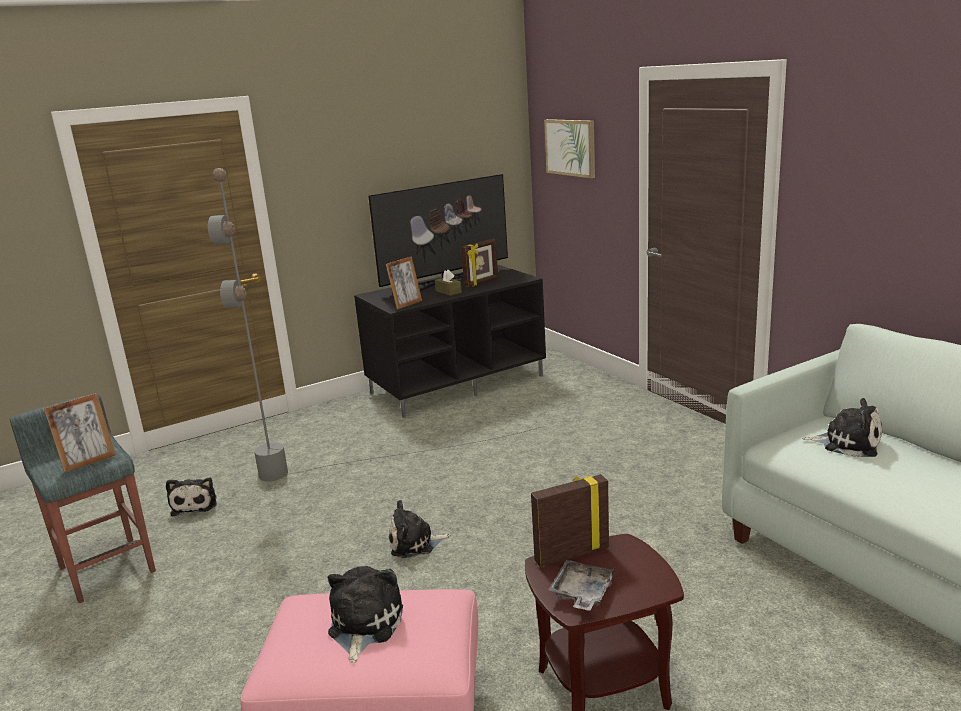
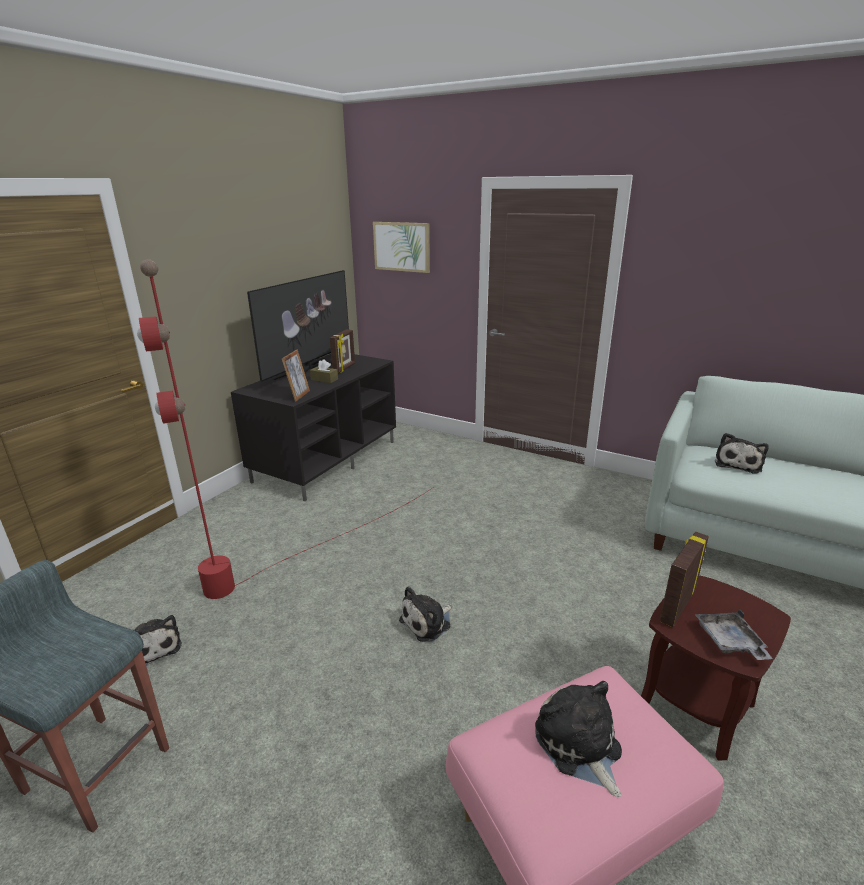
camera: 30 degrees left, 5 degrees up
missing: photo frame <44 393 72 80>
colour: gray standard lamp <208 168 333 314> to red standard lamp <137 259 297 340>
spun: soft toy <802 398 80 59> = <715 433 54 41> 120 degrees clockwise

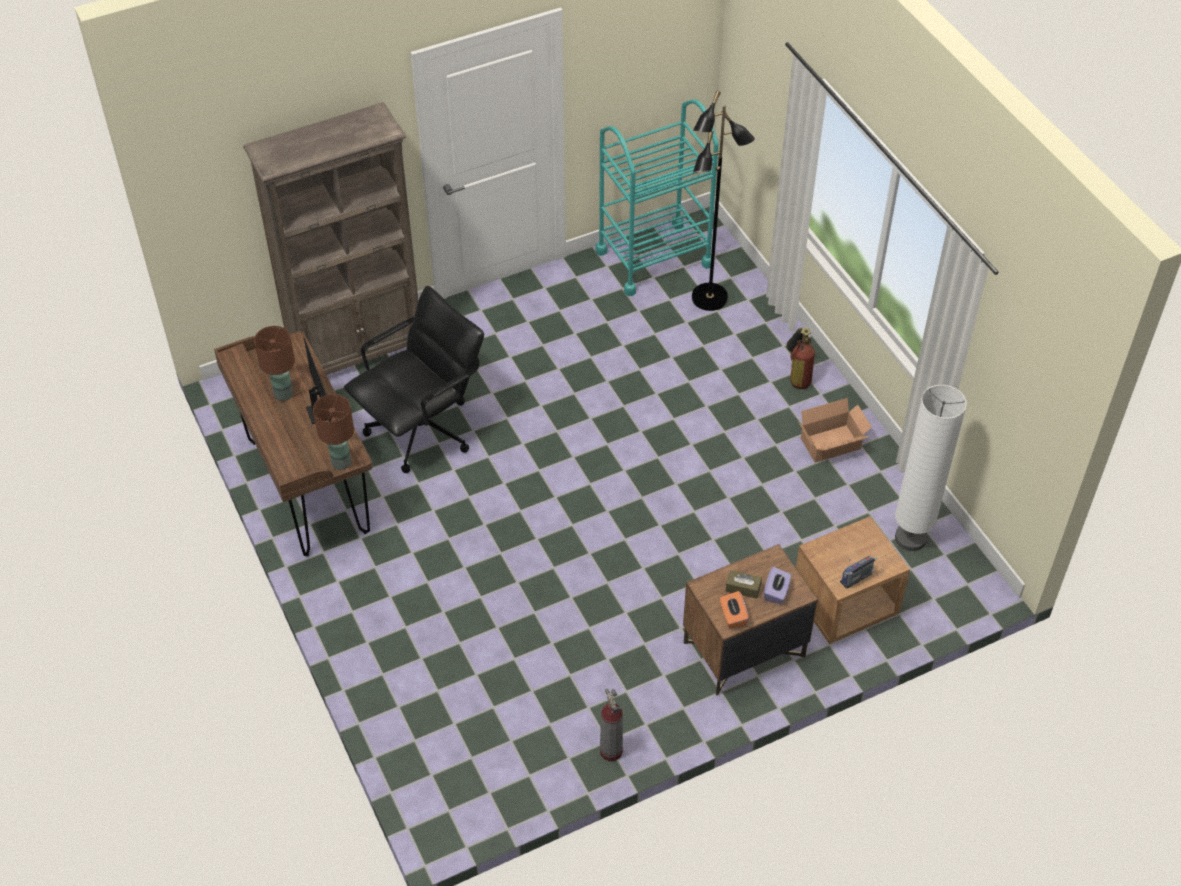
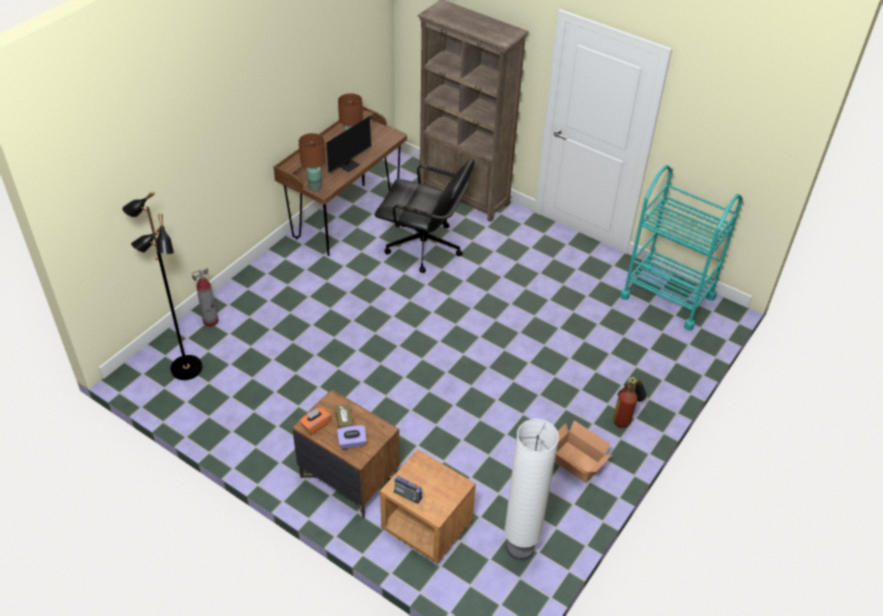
camera: 60 degrees right, 5 degrees down
relocated: fire-fighting cylinder <600 688 23 73> to <191 268 28 59>; black-coloured standard lamp <692 91 63 220> to <122 191 81 189>

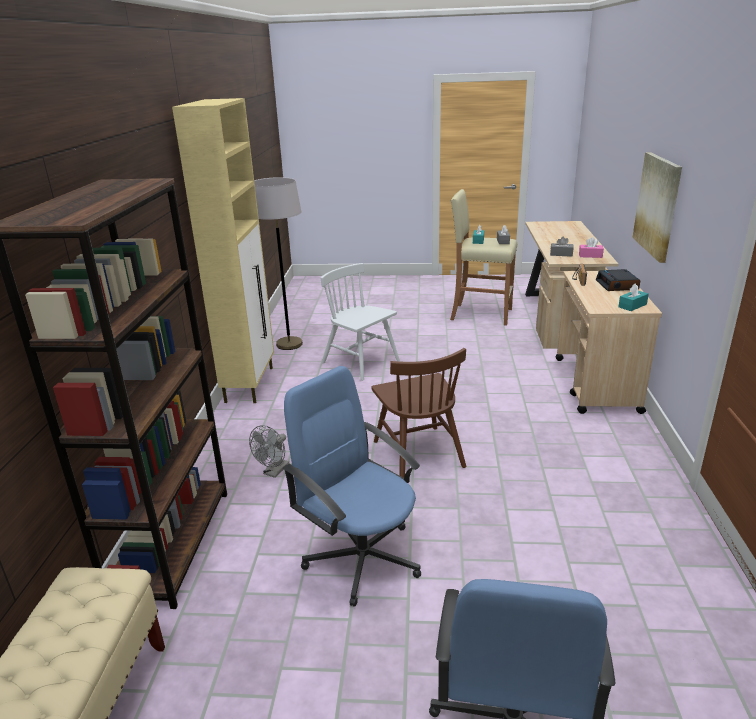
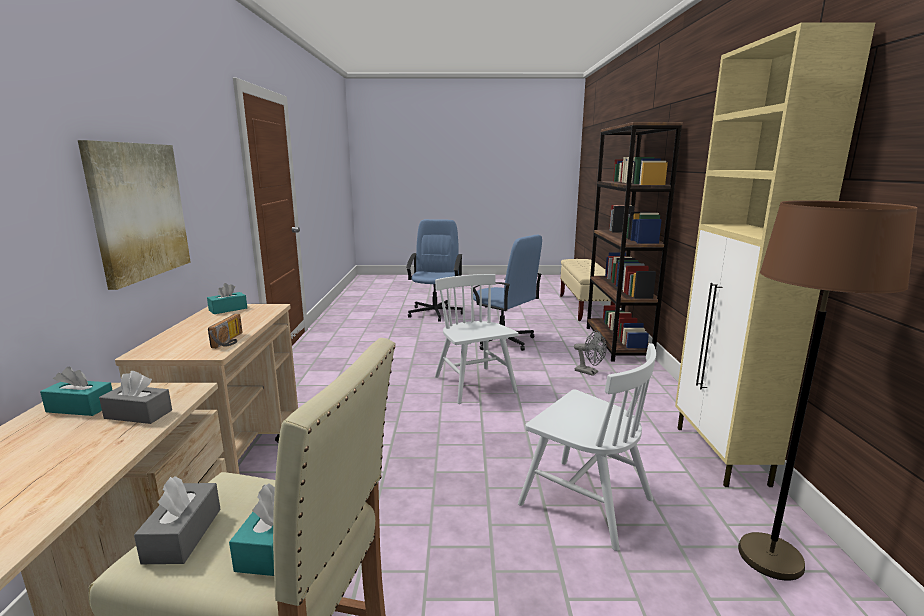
camera: 175 degrees right, 10 degrees down
missing: bedside clock <596 269 44 22>
colour: gray standard lamp <254 177 49 173> to brown standard lamp <738 200 180 381>; brown chair <372 348 94 130> to white-coloured chair <435 274 84 130>; pink-coloured box of tissues <579 237 25 21> to turquoise-coloured box of tissues <40 367 72 49>
spun: gray electric fan <249 425 40 53> = <574 330 33 46> 105 degrees clockwise

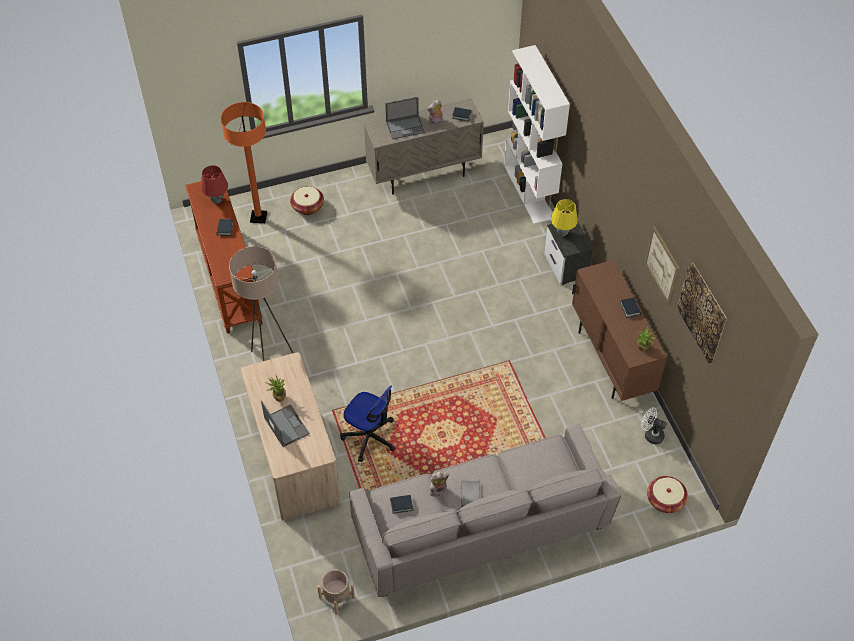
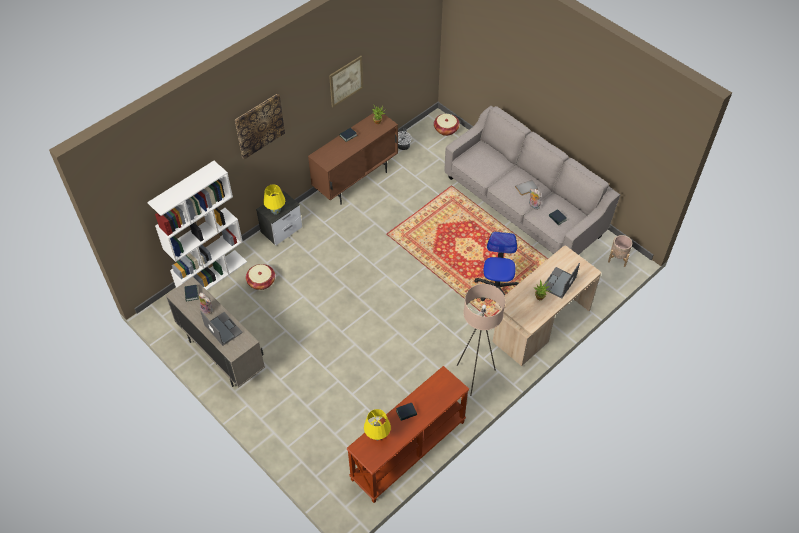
camera: 115 degrees left, 0 degrees up
missing: orange-coloured standard lamp <221 102 46 121>
relocated: household basket <290 186 34 29> to <246 264 29 26>; picture <677 262 50 101> to <235 93 50 66>
colour: red tabletop lamp <201 165 27 39> to yellow tabletop lamp <364 409 27 31>

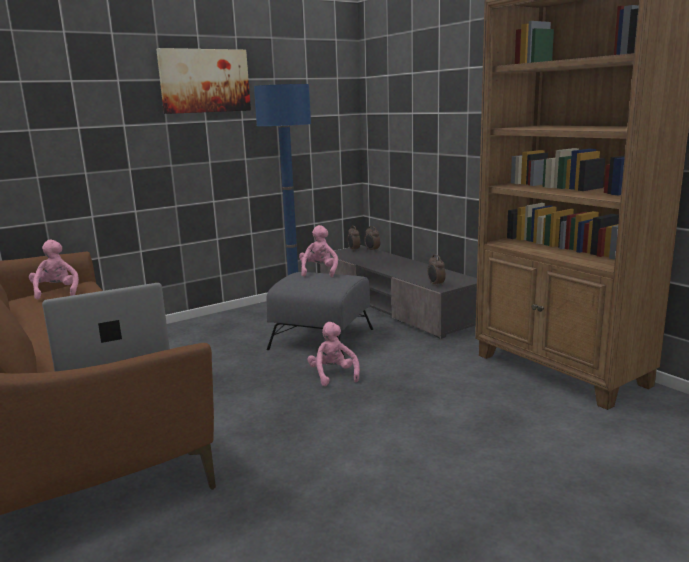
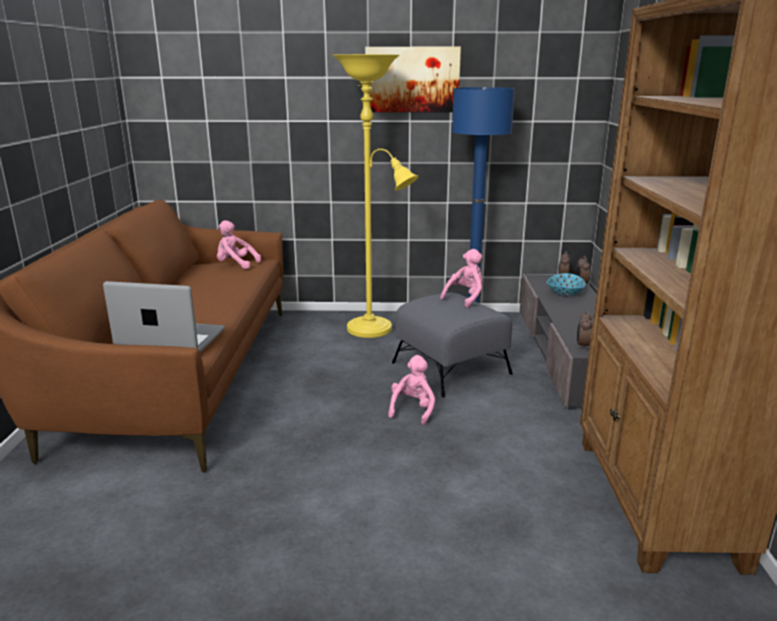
camera: 35 degrees right, 5 degrees up
appeared: yellow standard lamp <333 54 86 284>; deep dish <547 273 39 24>
spun: pink-coloured soft toy <29 240 50 60> = <217 220 44 49> 90 degrees counterclockwise

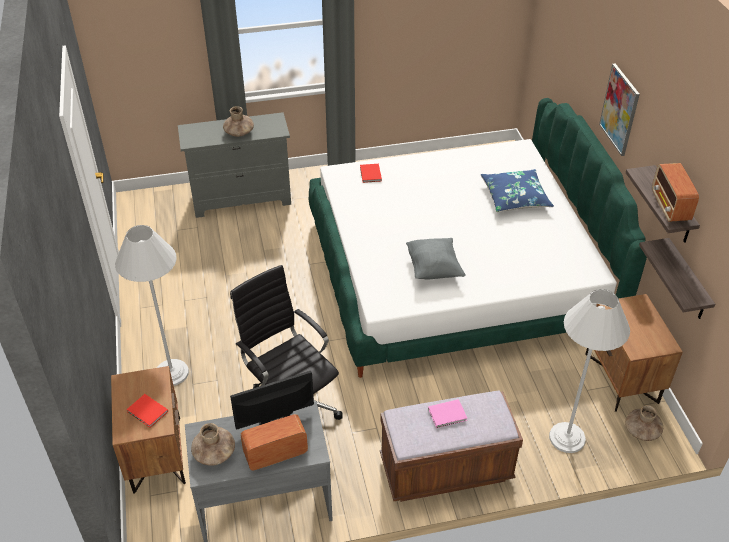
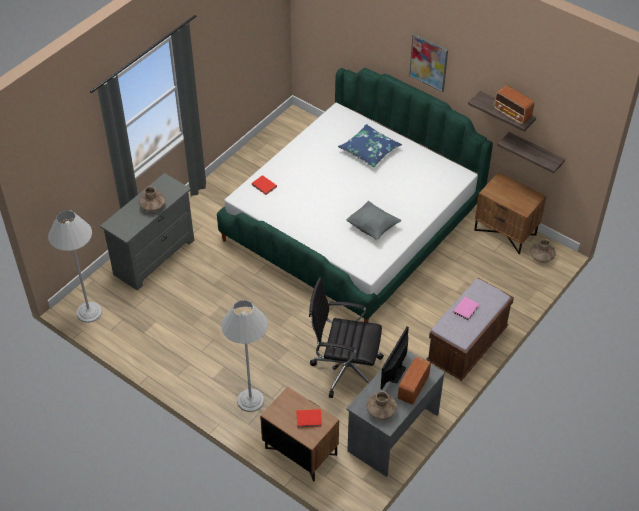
camera: 40 degrees left, 5 degrees up
relocated: white-coloured standard lamp <549 289 81 164> to <48 210 54 113>

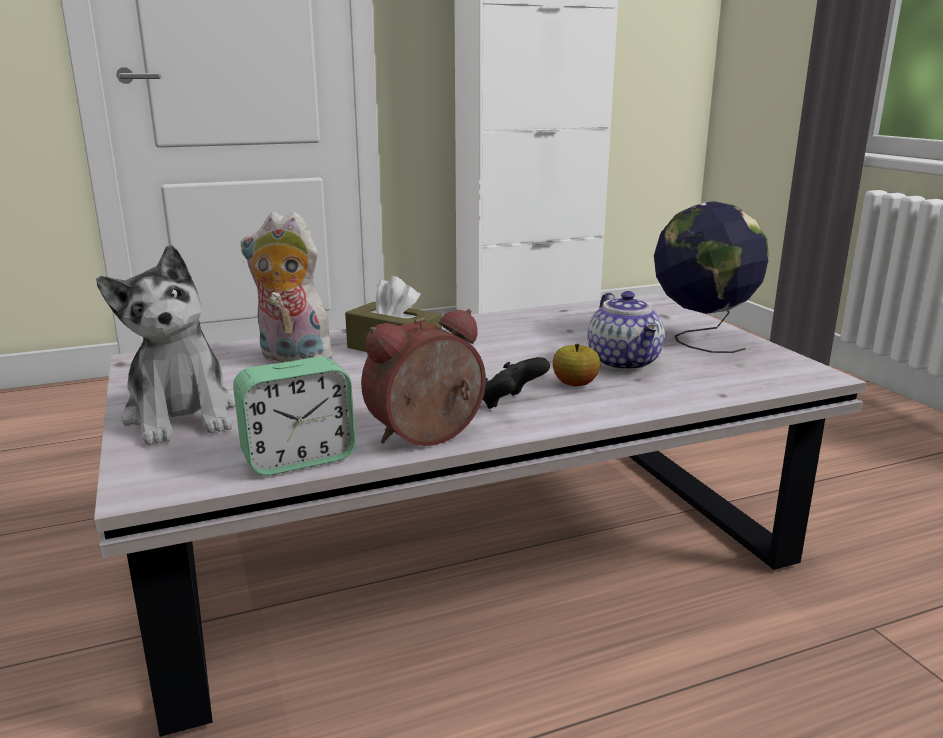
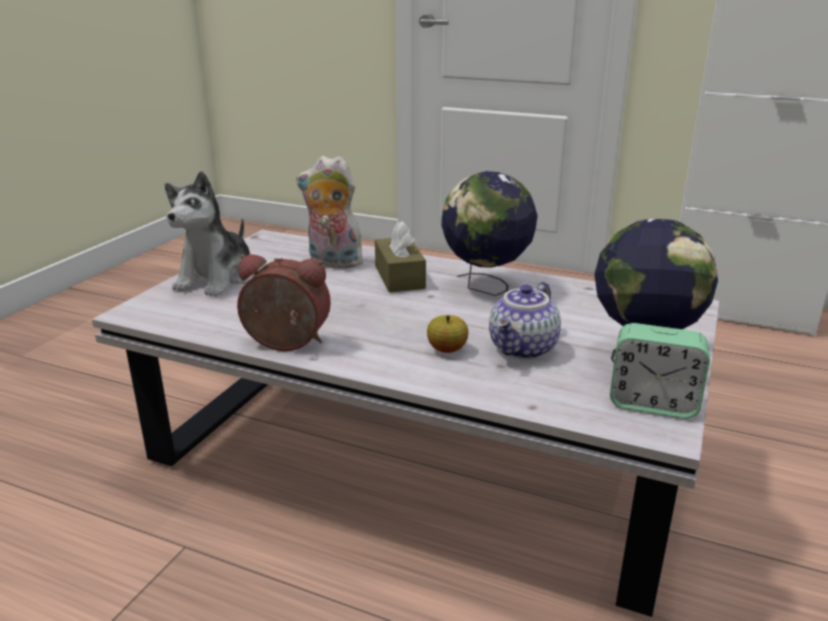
camera: 45 degrees right, 5 degrees up
missing: black-coloured gamepad <482 357 68 52>
appeared: world globe <441 171 96 125>
relocated: bedside clock <233 357 123 119> to <610 323 100 96>
spun: soft toy <241 212 97 150> = <296 156 70 112> 45 degrees counterclockwise

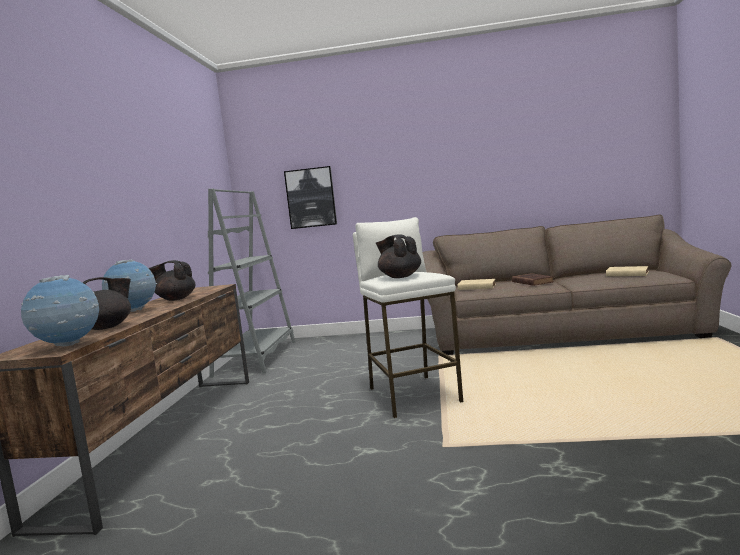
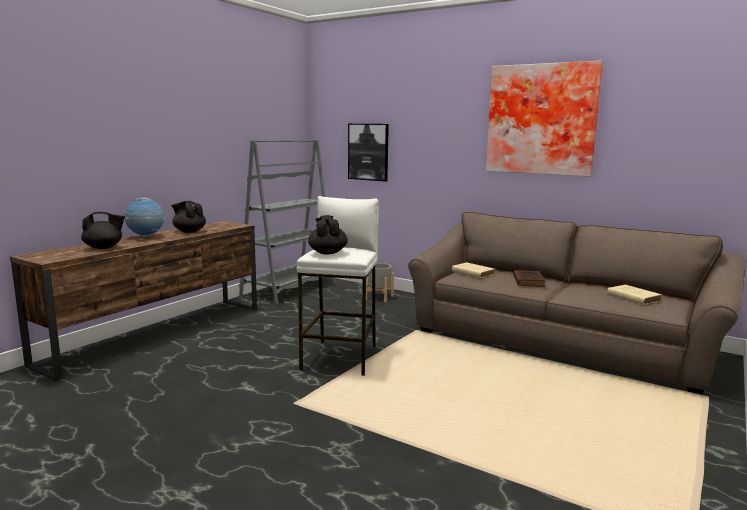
camera: 25 degrees right, 5 degrees up
missing: world globe <21 275 78 71>
appeared: gray plant pot <366 263 28 39>; picture <486 60 117 117>

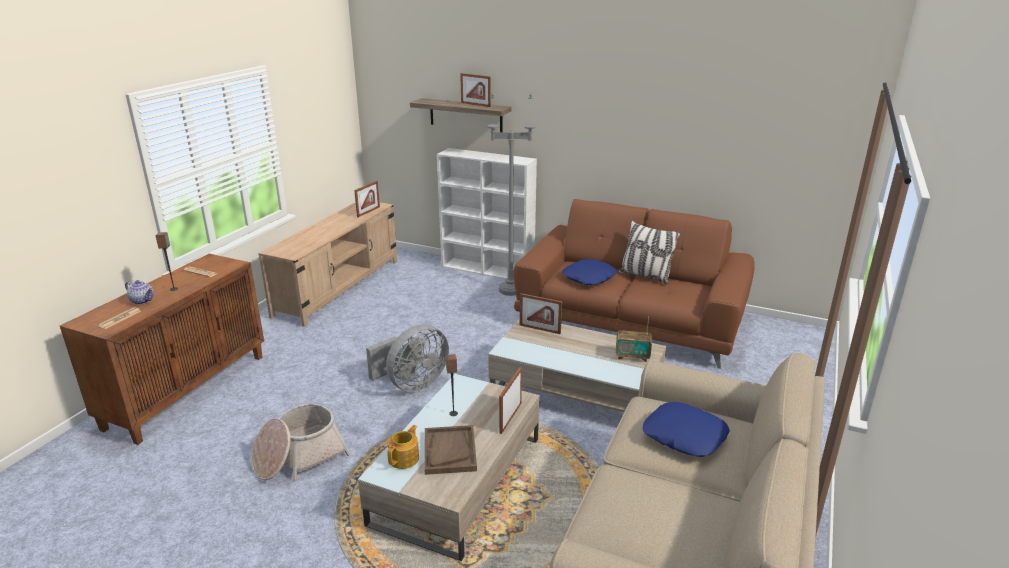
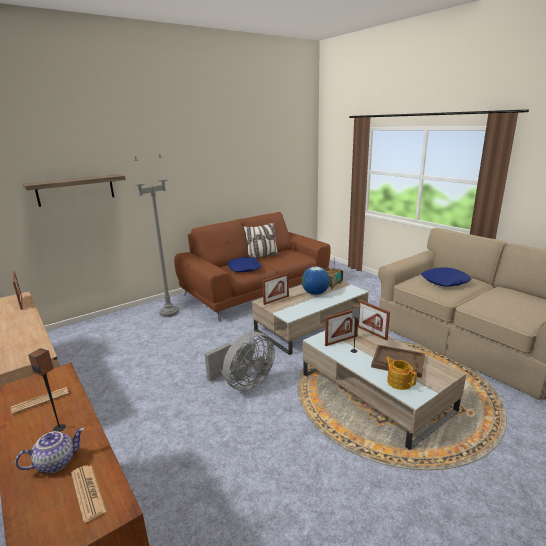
camera: 60 degrees left, 5 degrees down
missing: household basket <251 404 100 77>; white-coloured bookcase <437 148 100 131>
appeared: world globe <301 266 29 29>
relocated: photo frame <460 73 31 34> to <325 310 33 36>
spun: gray electric fan <366 324 83 68> = <204 332 71 59> 60 degrees clockwise

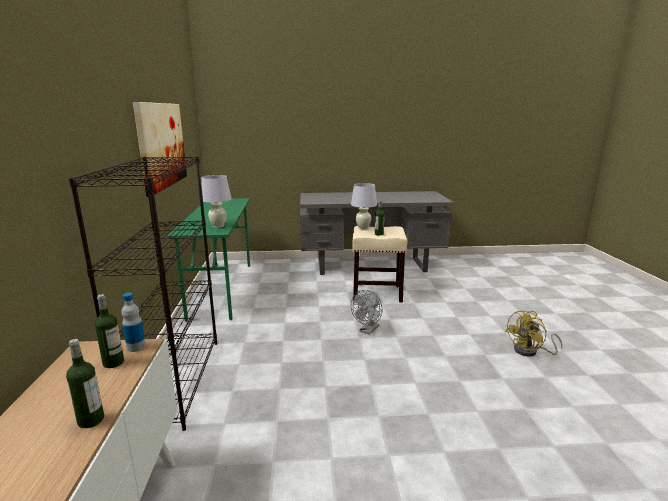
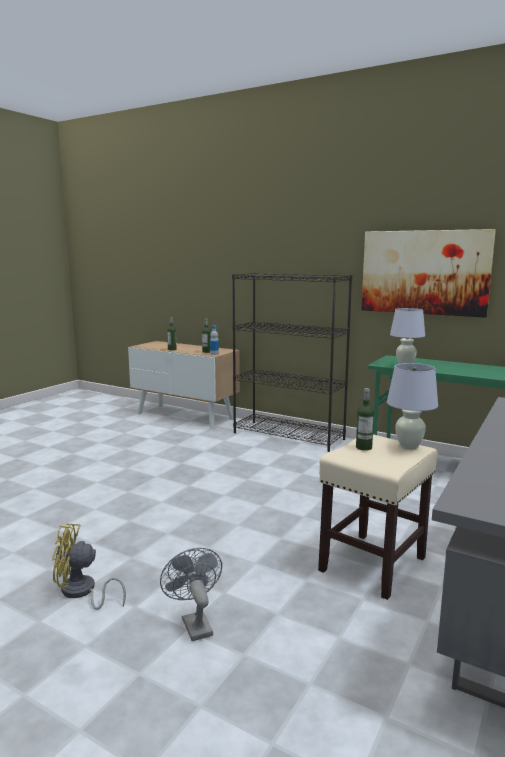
camera: 125 degrees right, 5 degrees down
relocated: gray electric fan <351 290 31 45> to <160 548 62 93>
spun: yellow electric fan <505 310 57 47> = <52 524 74 86> 90 degrees counterclockwise

